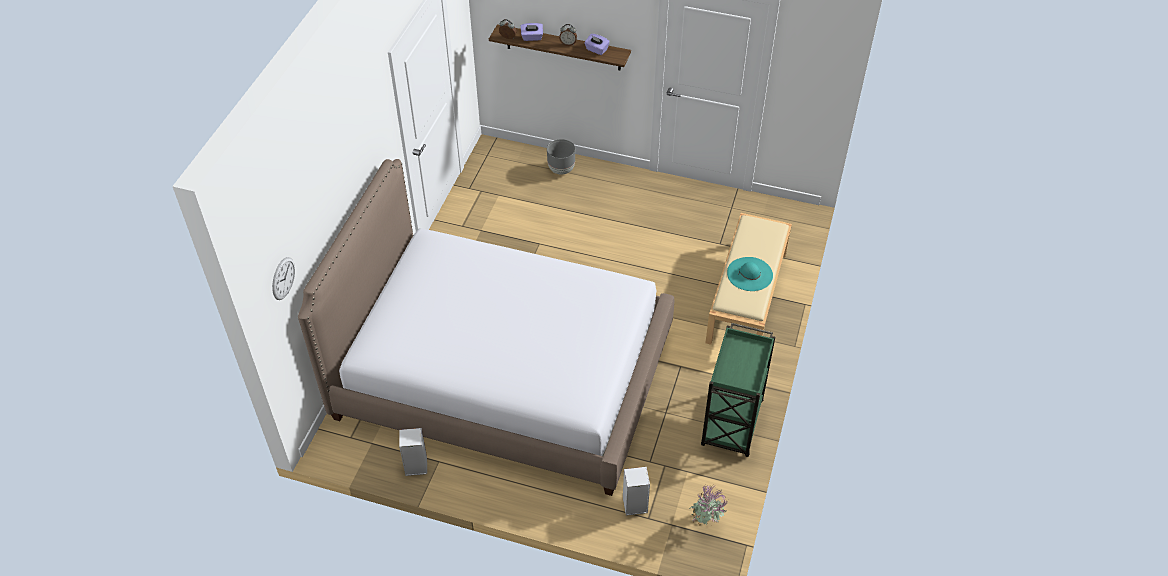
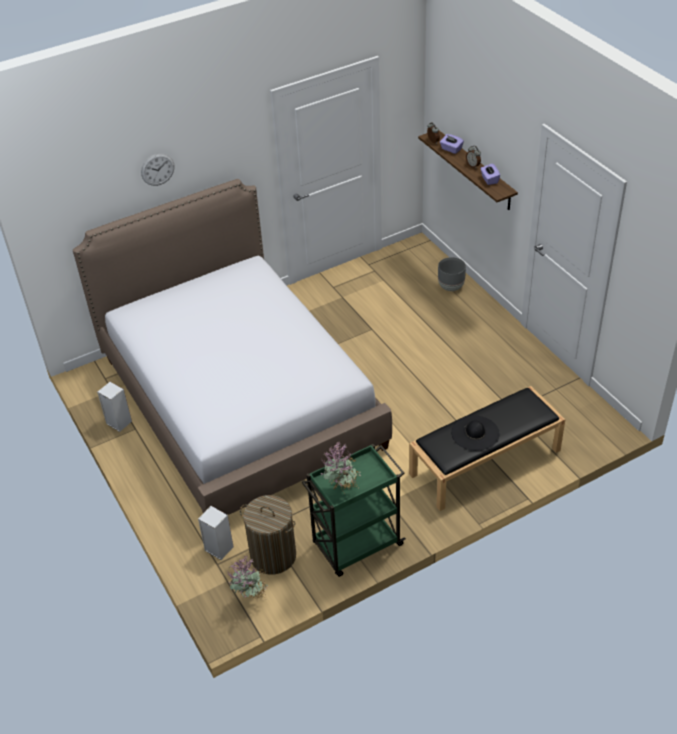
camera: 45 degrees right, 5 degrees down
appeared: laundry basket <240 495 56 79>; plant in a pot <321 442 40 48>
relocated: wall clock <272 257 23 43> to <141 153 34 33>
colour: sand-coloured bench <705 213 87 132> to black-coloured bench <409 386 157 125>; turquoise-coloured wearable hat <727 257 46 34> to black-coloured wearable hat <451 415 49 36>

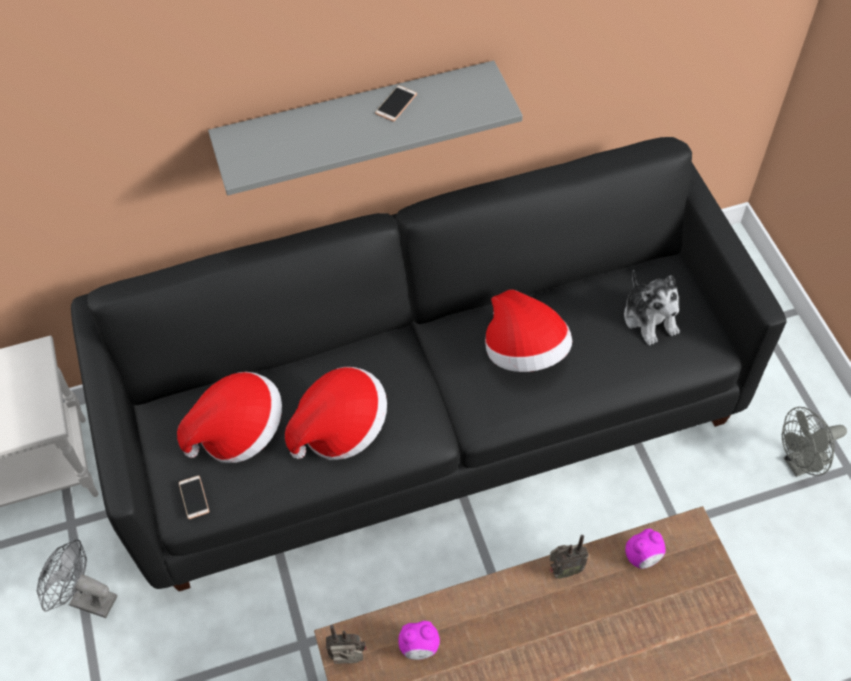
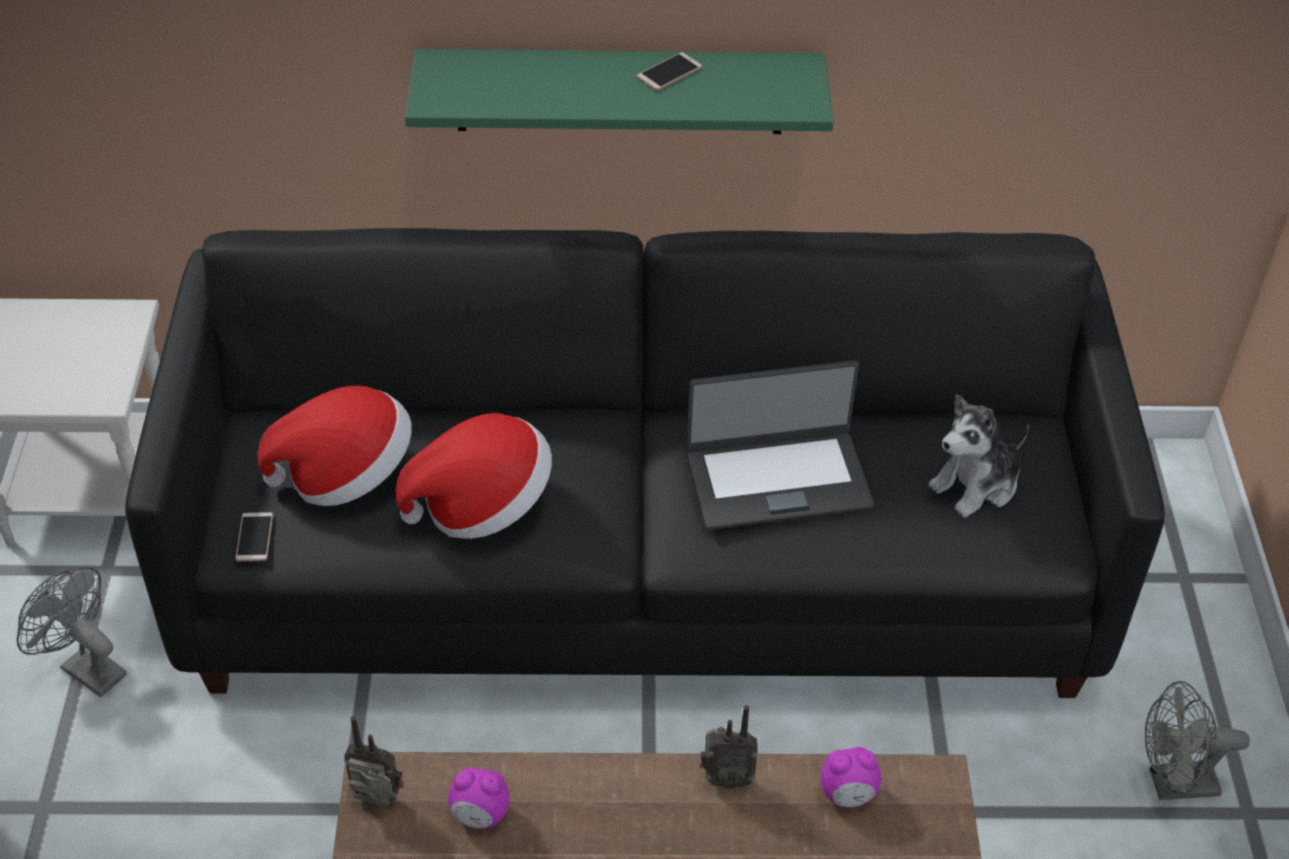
camera: 15 degrees right, 10 degrees down
exchanged: wearable hat <485 289 87 83> to notebook computer <686 360 188 170>
colour: gray wall shelf <208 61 315 135> to green wall shelf <405 49 429 85>
spun: soft toy <624 270 56 75> = <928 394 101 124> 60 degrees clockwise

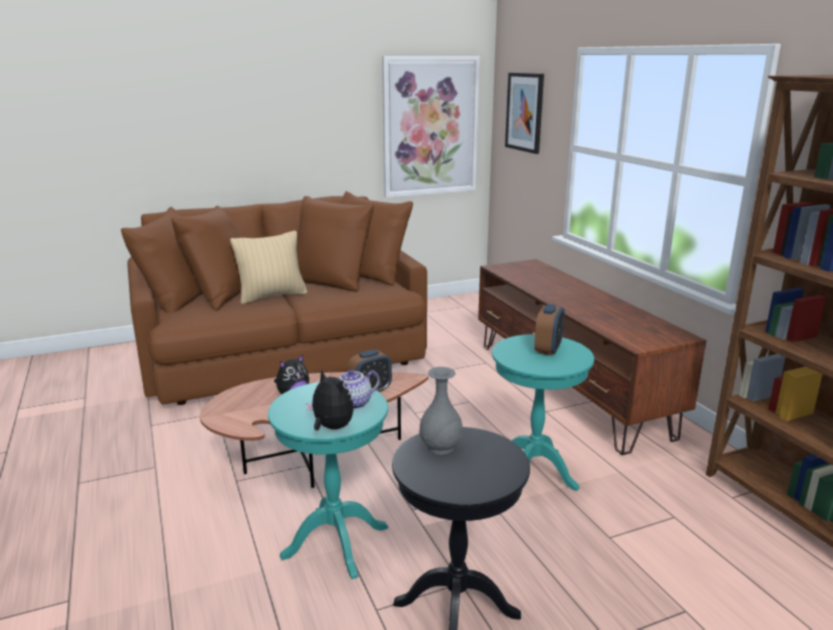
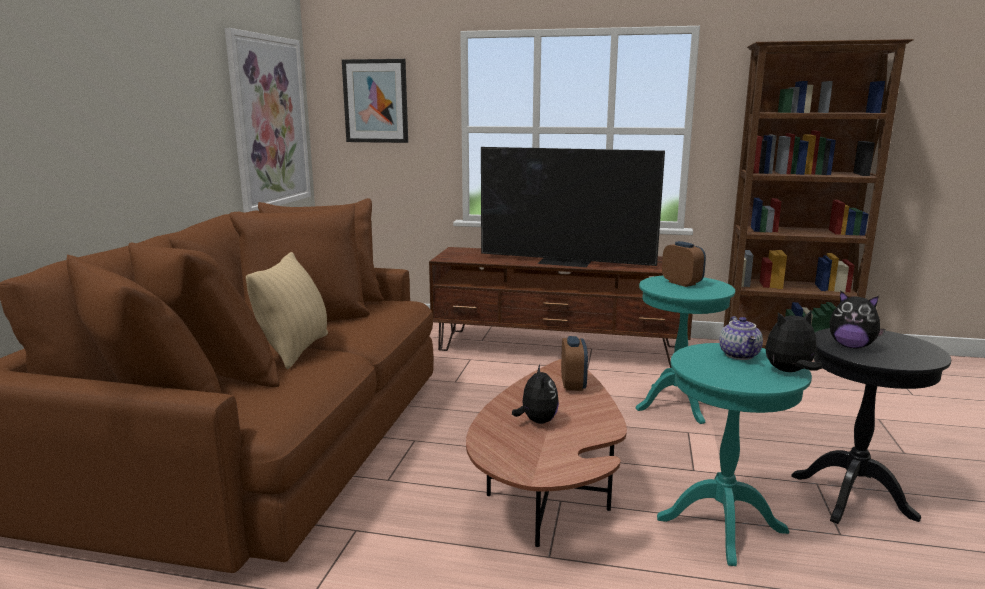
camera: 55 degrees left, 5 degrees down
appeared: TV set <481 147 184 120>
exchanged: gray decorative vase <419 367 44 88> to soft toy <829 291 56 58>

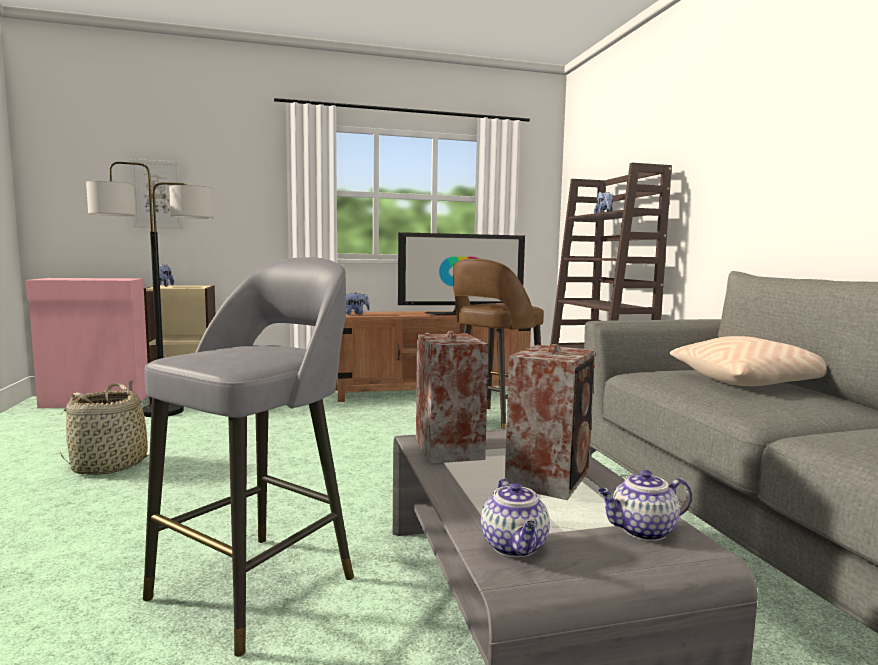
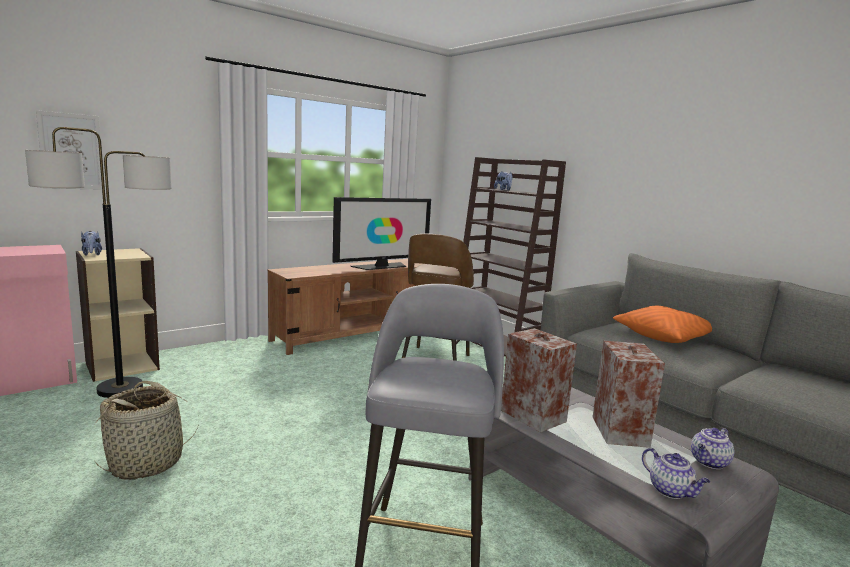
camera: 25 degrees left, 5 degrees up
missing: soft toy <346 292 24 23>
colour: sand-coloured cushion <669 336 158 50> to orange-coloured cushion <613 306 99 37>

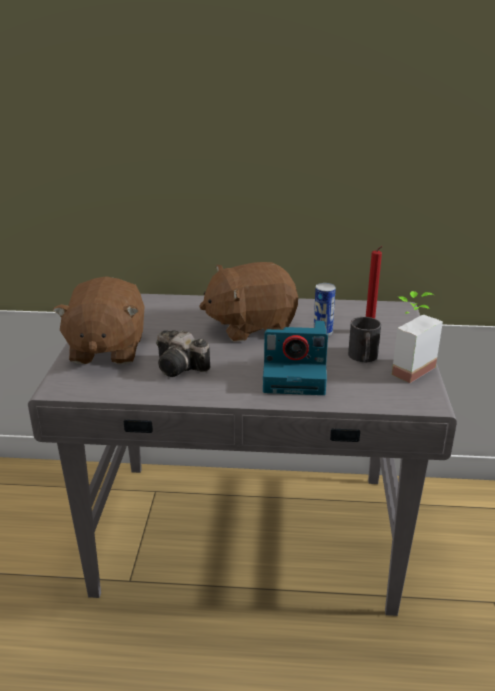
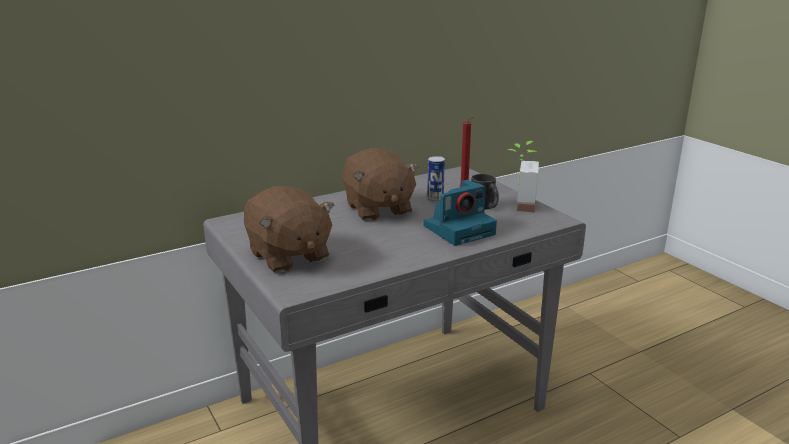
camera: 35 degrees left, 5 degrees down
missing: photo camera <156 330 54 47>
spun: brown soft toy <199 262 99 80> = <343 148 76 73> 60 degrees counterclockwise

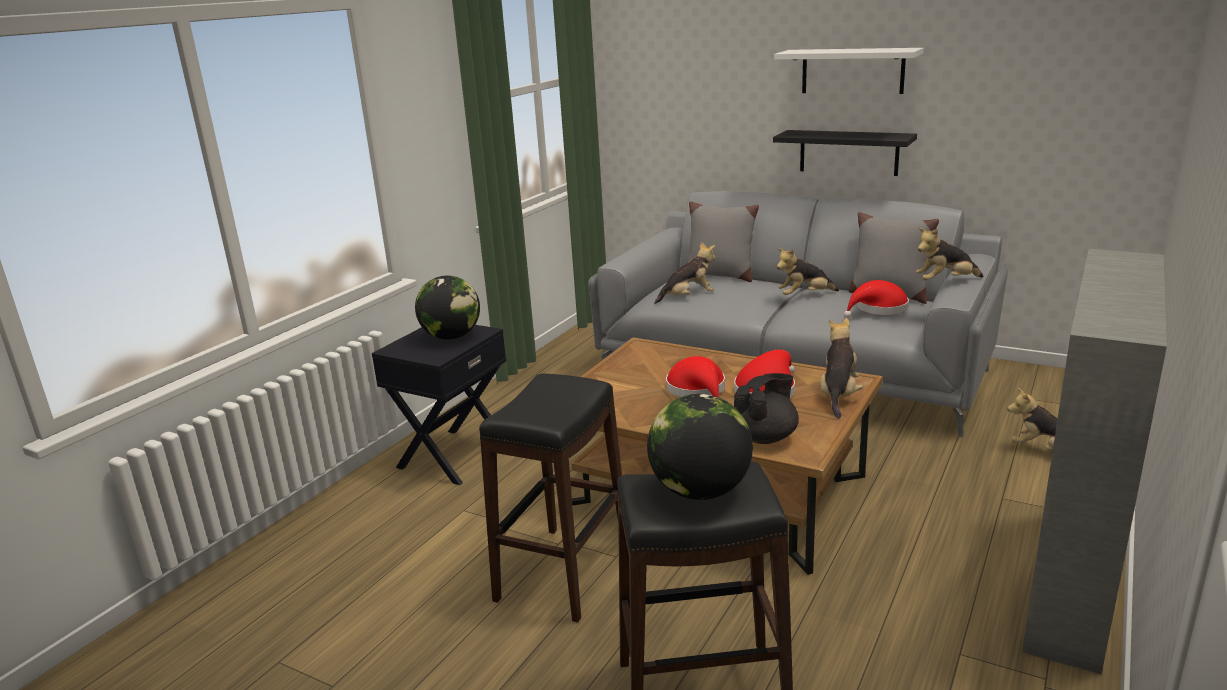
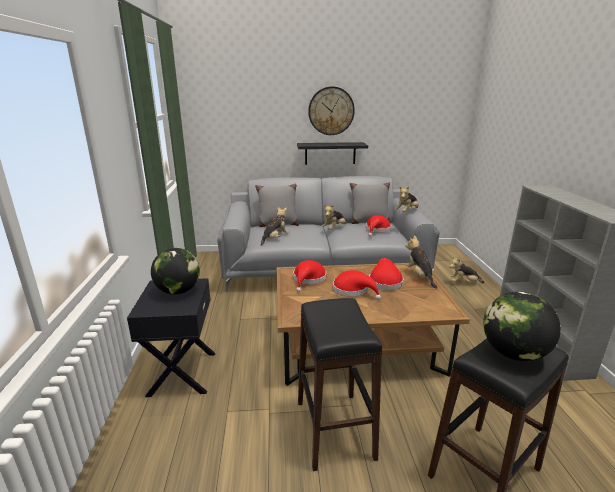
camera: 35 degrees left, 0 degrees up
missing: black-coloured pot for tea <734 373 65 71>
appeared: red wearable hat <293 260 33 32>
exchanged: white-coloured wall shelf <774 48 150 46> to wall clock <308 86 47 49>

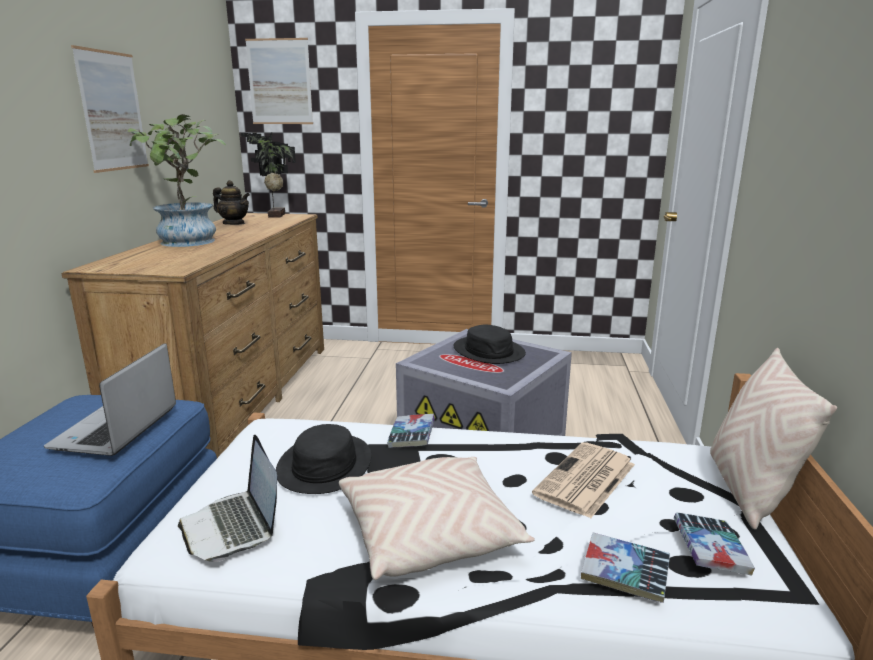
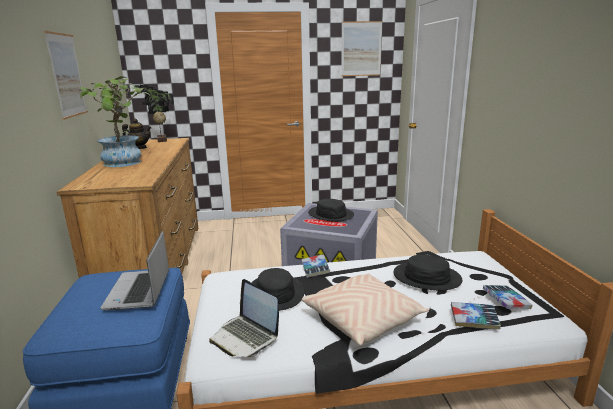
camera: 15 degrees left, 0 degrees up
missing: sand-coloured cushion <710 348 127 182>
relocated: picture <245 38 68 86> to <341 21 41 55>
exchanged: daily paper <532 442 103 76> to black-coloured wearable hat <393 255 69 35>

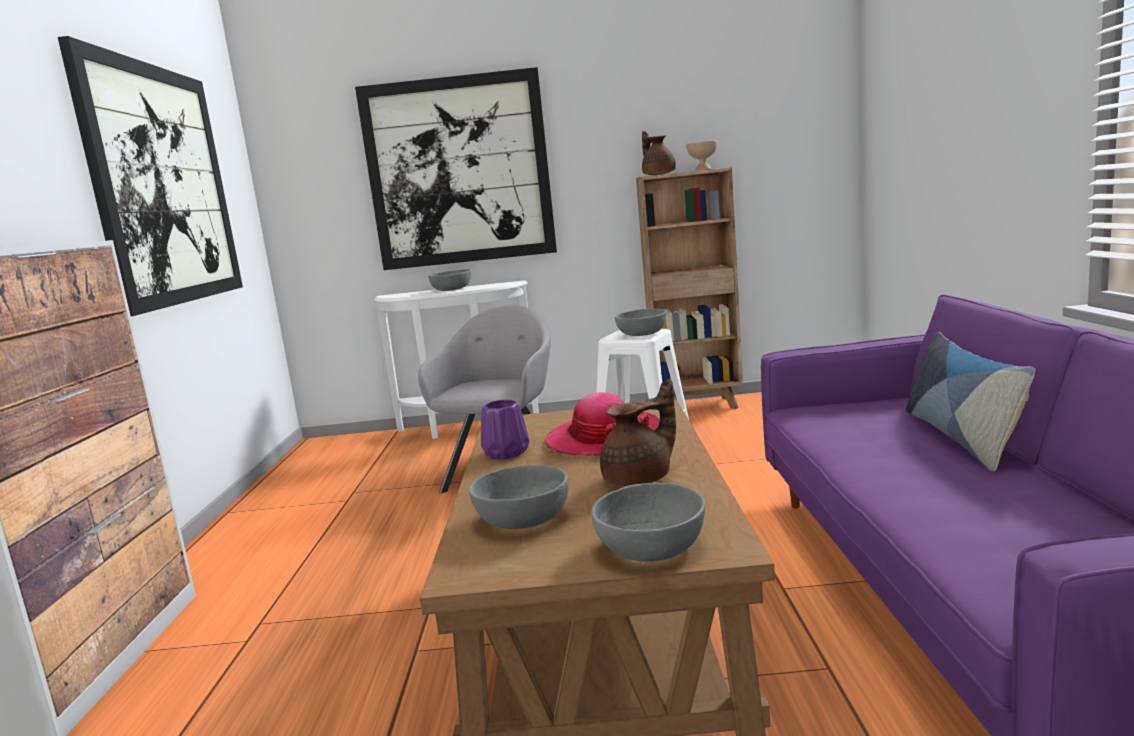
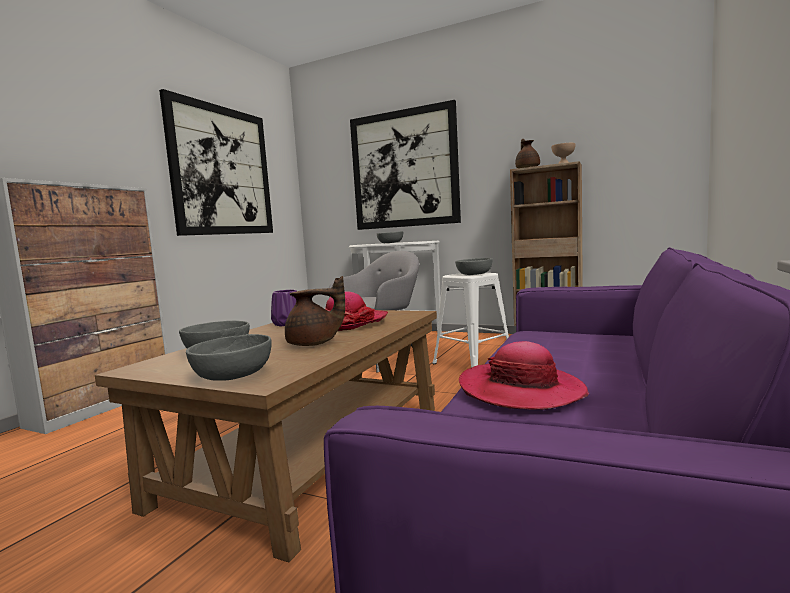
camera: 25 degrees right, 5 degrees down
missing: cushion <906 332 129 139>
appeared: wearable hat <459 341 130 69>

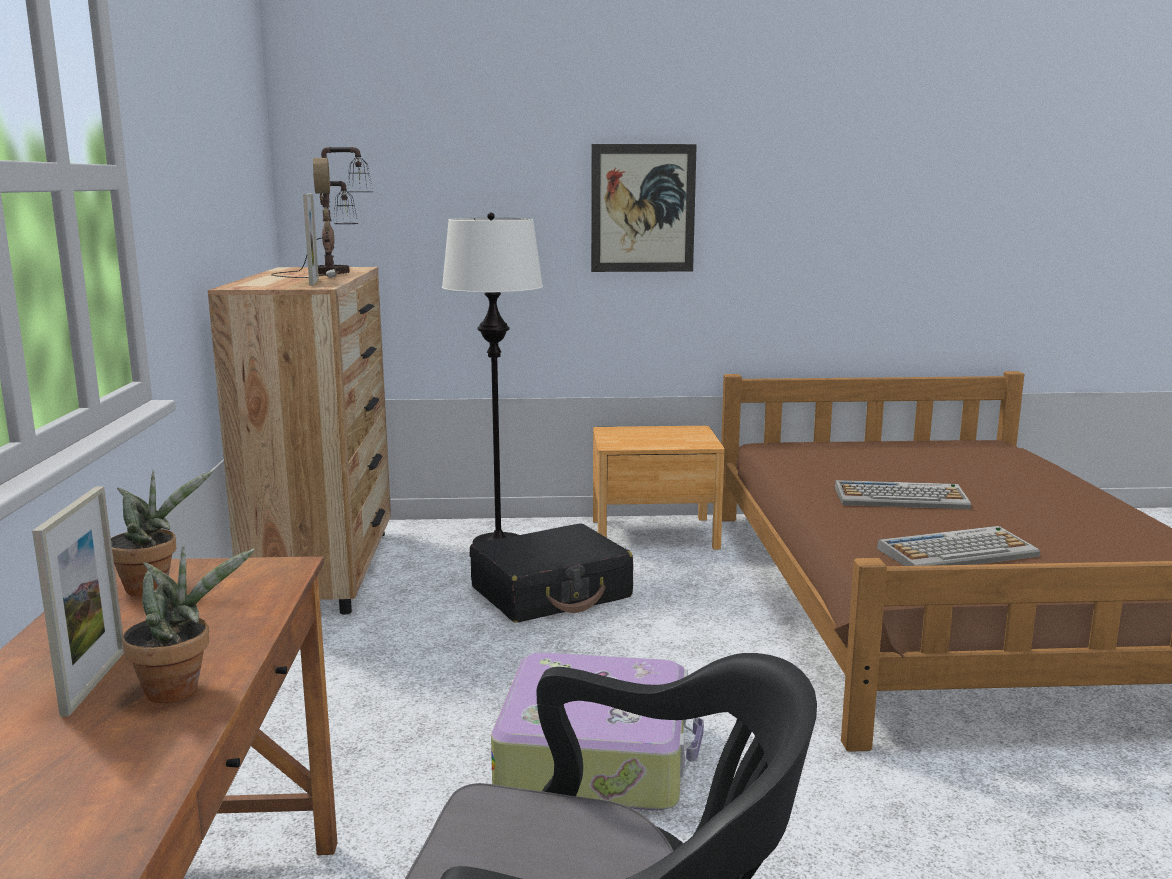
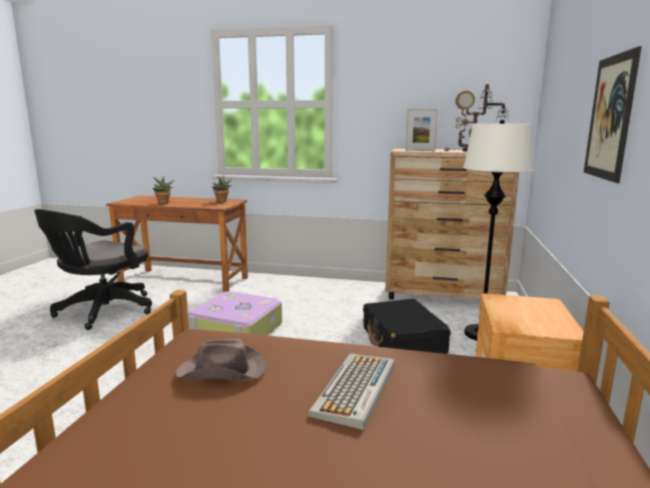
camera: 105 degrees right, 0 degrees up
missing: photo frame <32 486 92 231>
exchanged: PC keyboard <877 526 163 40> to brown wearable hat <176 339 91 41>

